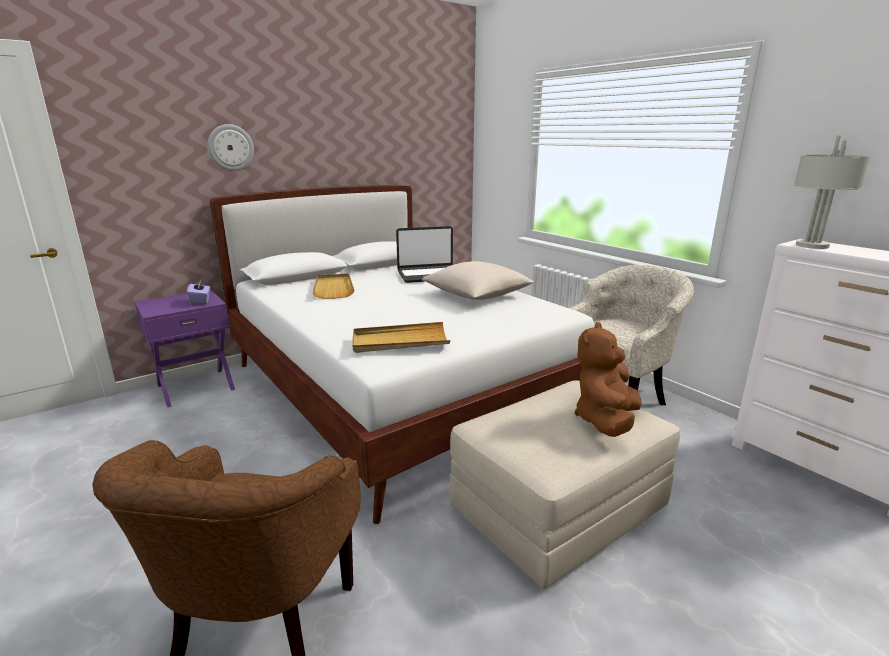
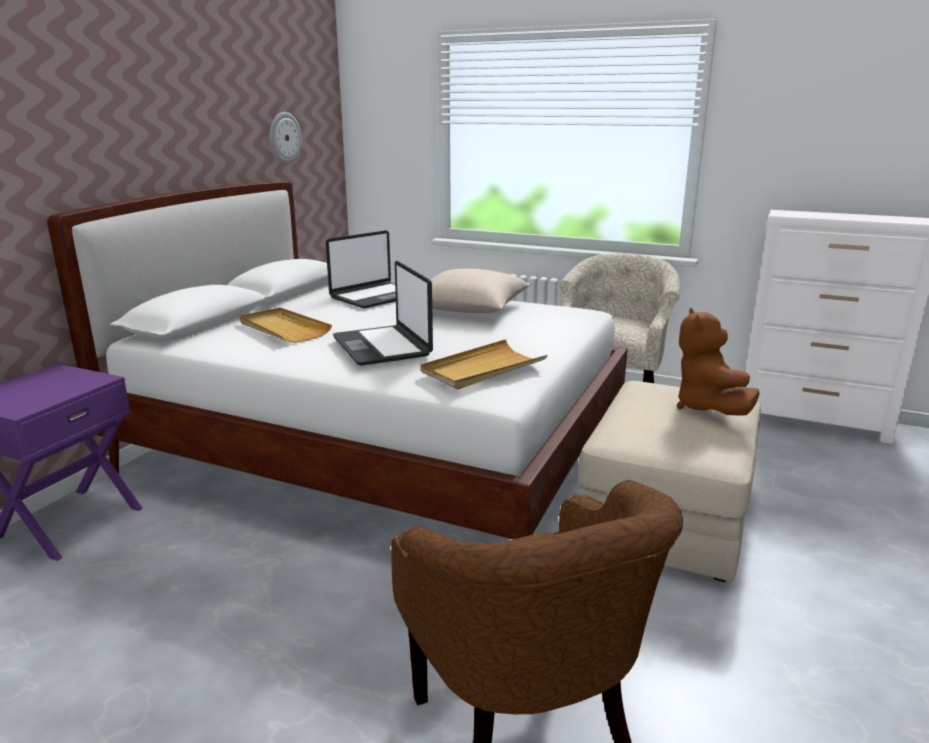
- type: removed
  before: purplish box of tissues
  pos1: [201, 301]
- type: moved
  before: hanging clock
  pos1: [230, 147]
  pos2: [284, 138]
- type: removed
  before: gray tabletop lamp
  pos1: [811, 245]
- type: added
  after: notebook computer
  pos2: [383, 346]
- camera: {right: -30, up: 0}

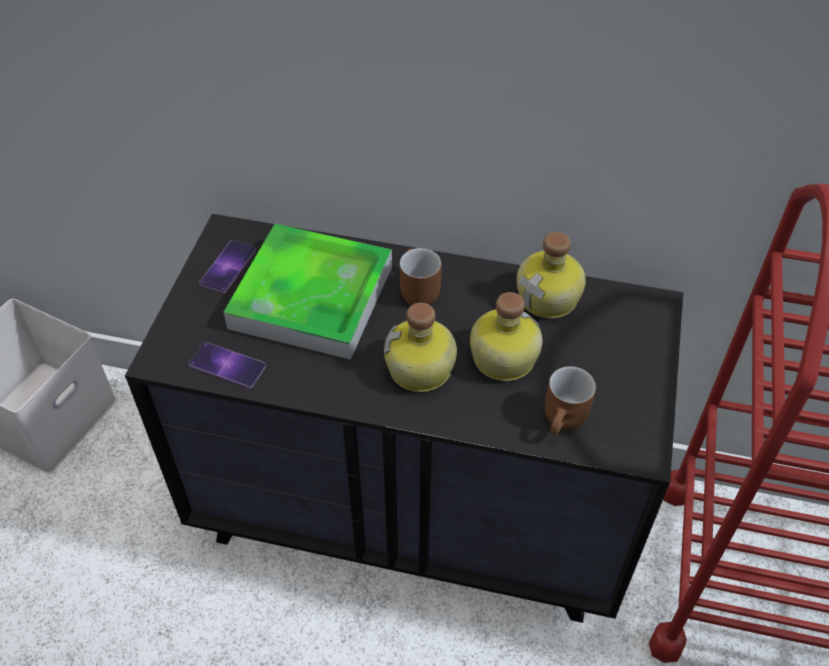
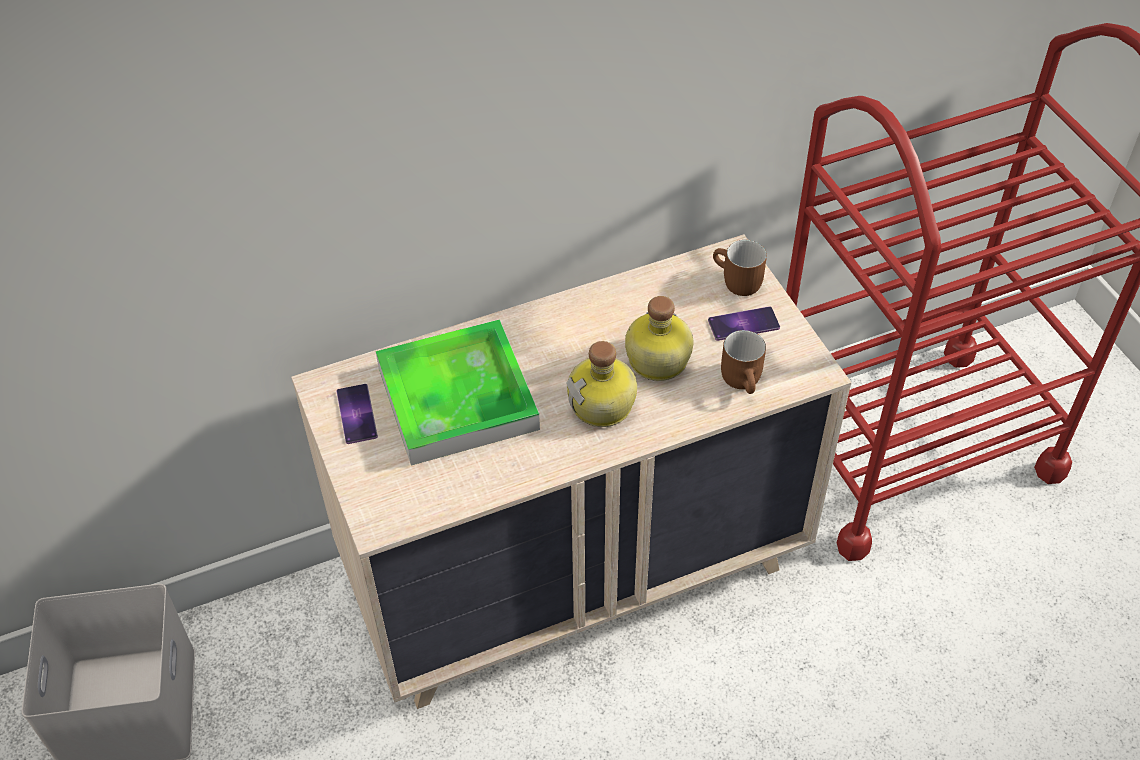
- type: recoloured
  before: black drawer chest
  after: sand-coloured drawer chest
  pos1: [415, 513]
  pos2: [575, 570]
- type: moved
  before: phone
  pos1: [227, 365]
  pos2: [743, 324]
- type: moved
  before: brown tea mug
  pos1: [415, 290]
  pos2: [735, 283]
- type: removed
  before: drink bottle
  pos1: [550, 298]
- camera: {right: -35, up: 0}

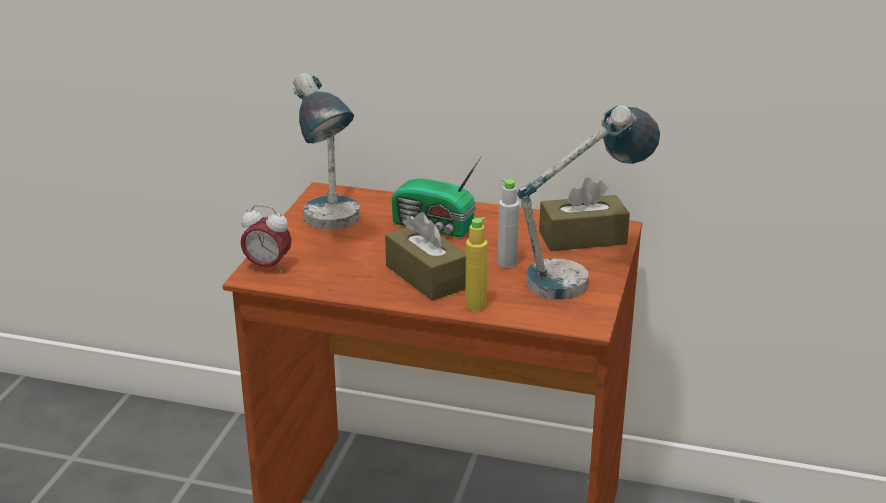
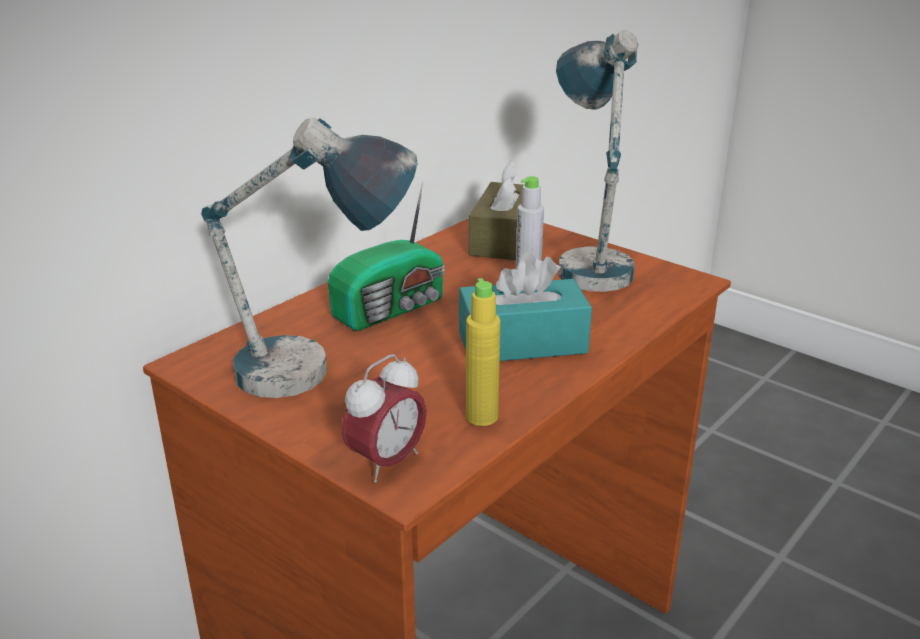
- type: recoloured
  before: brown box of tissues
  after: turquoise-coloured box of tissues
  pos1: [427, 277]
  pos2: [522, 343]
- type: moved
  before: yellow drink bottle
  pos1: [475, 305]
  pos2: [482, 417]
- camera: {right: -65, up: 0}

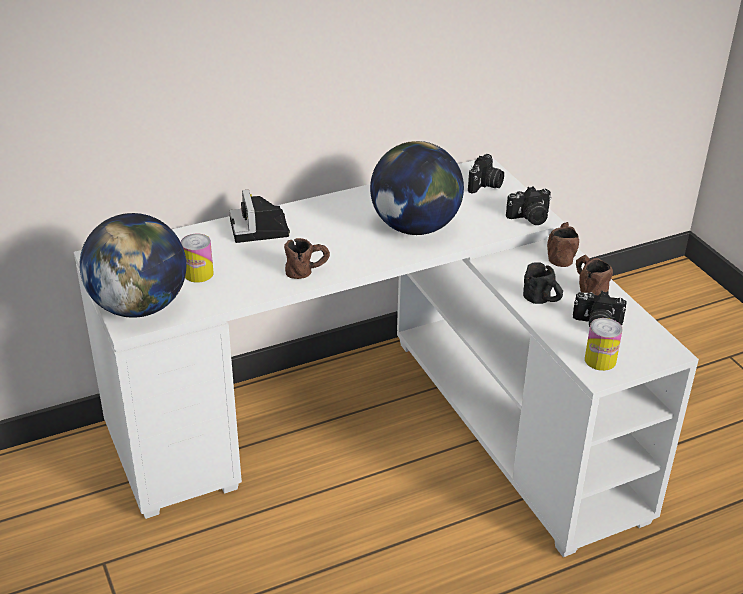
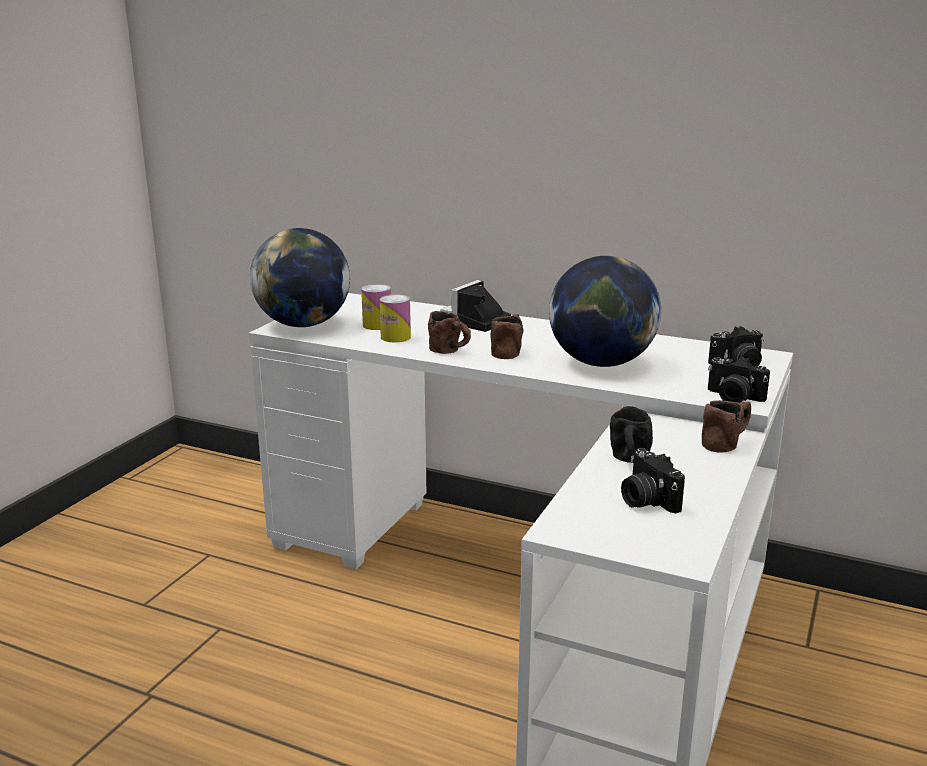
- type: moved
  before: brown tea mug
  pos1: [588, 289]
  pos2: [508, 351]
- type: moved
  before: can
  pos1: [600, 360]
  pos2: [395, 337]
- camera: {right: 50, up: -15}

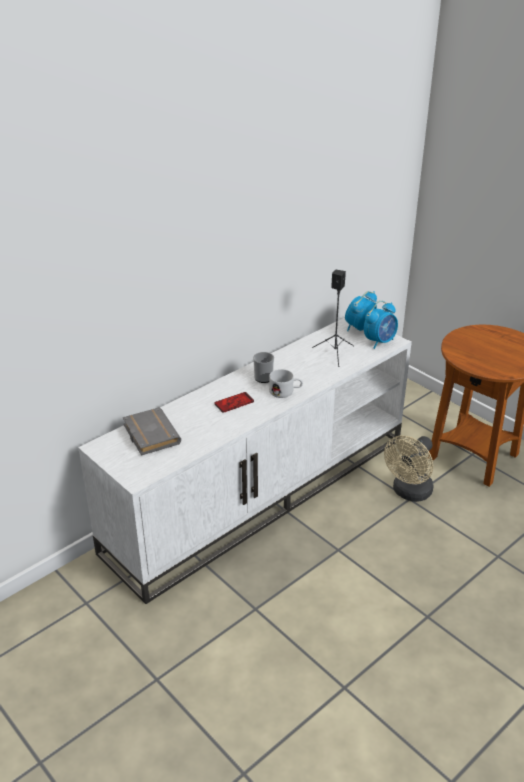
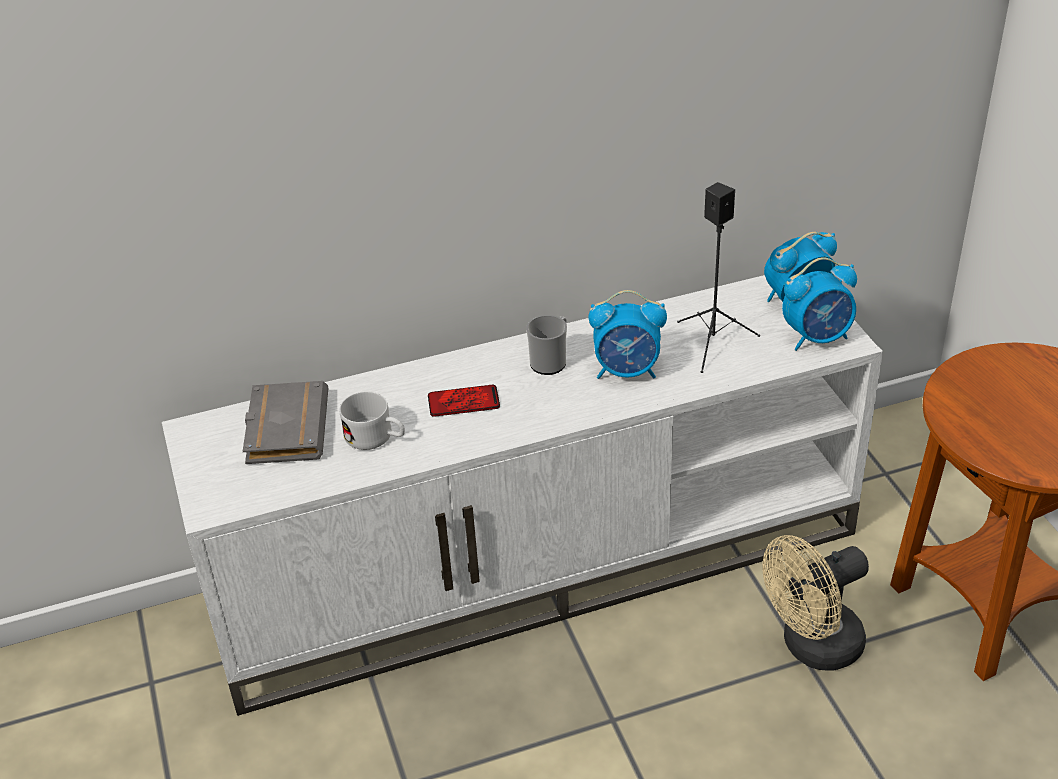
- type: moved
  before: white tea mug
  pos1: [285, 391]
  pos2: [376, 438]
- type: added
  after: bedside clock
  pos2: [627, 371]
- camera: {right: 25, up: 5}

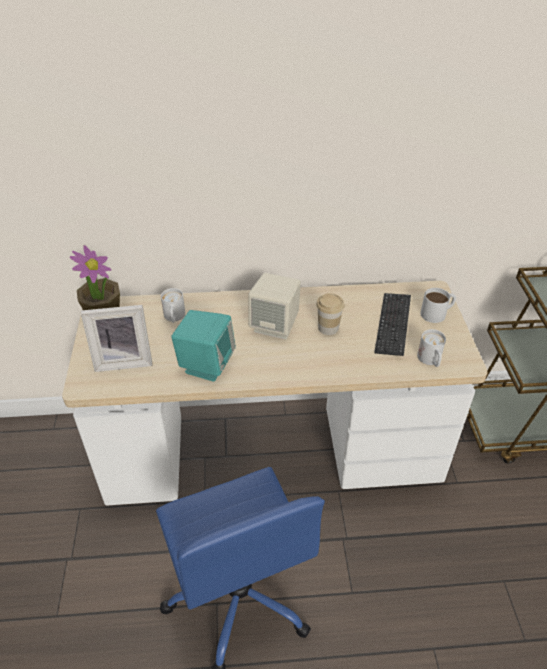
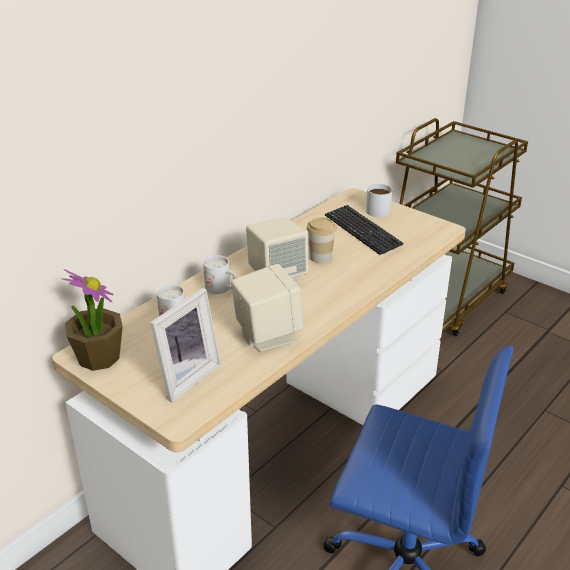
- type: recoloured
  before: turquoise-coloured loudspeaker
  after: sand-coloured loudspeaker
  pos1: [206, 364]
  pos2: [267, 335]
- type: moved
  before: white tea mug
  pos1: [430, 361]
  pos2: [222, 289]
- camera: {right: -45, up: -10}

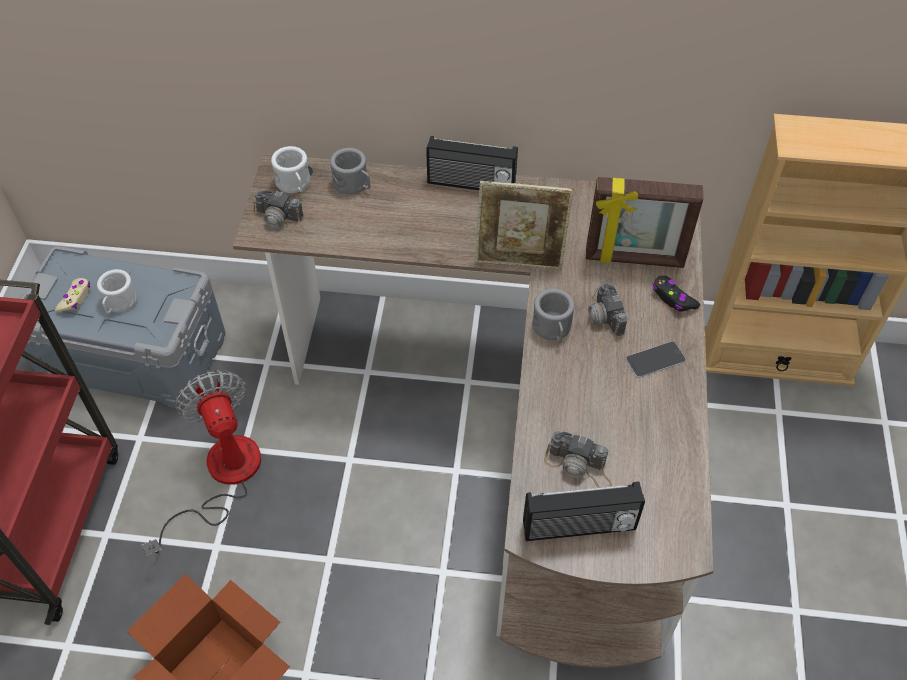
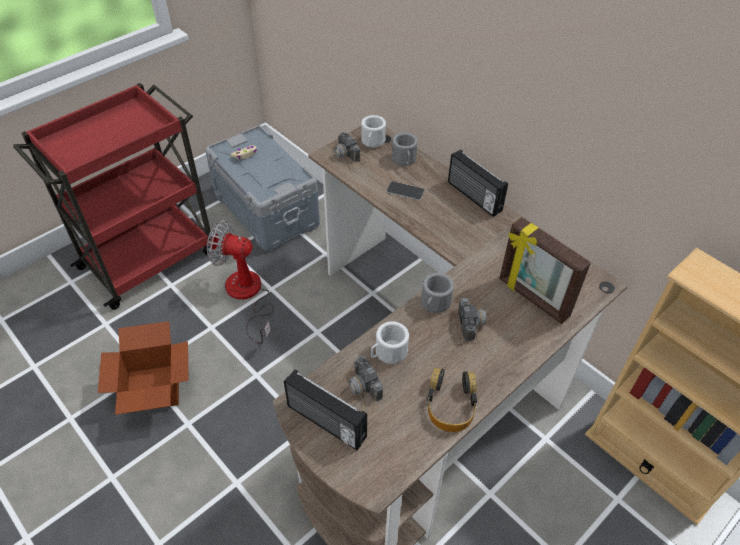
- type: moved
  before: white tea mug
  pos1: [119, 303]
  pos2: [388, 353]
- type: turned
  before: electric fan
  pos1: [222, 477]
  pos2: [247, 296]
  turn: -90
- type: removed
  before: standing frame
  pos1: [519, 262]
- type: turned
  before: still camera
  pos1: [604, 321]
  pos2: [472, 321]
  turn: 150
- type: moved
  before: phone
  pos1: [655, 359]
  pos2: [405, 191]
- type: removed
  before: black game controller
  pos1: [673, 298]
- type: added
  after: headset
  pos2: [451, 404]
- camera: {right: 40, up: -5}

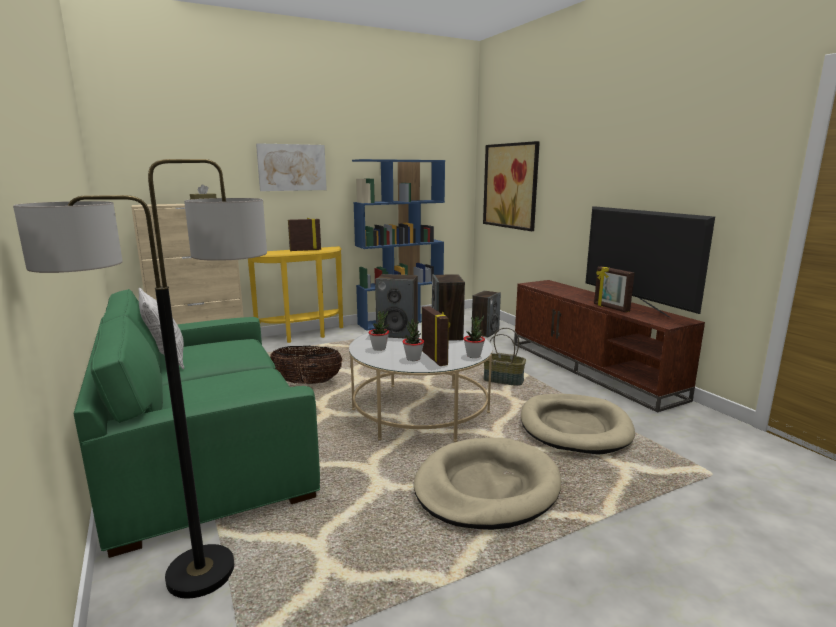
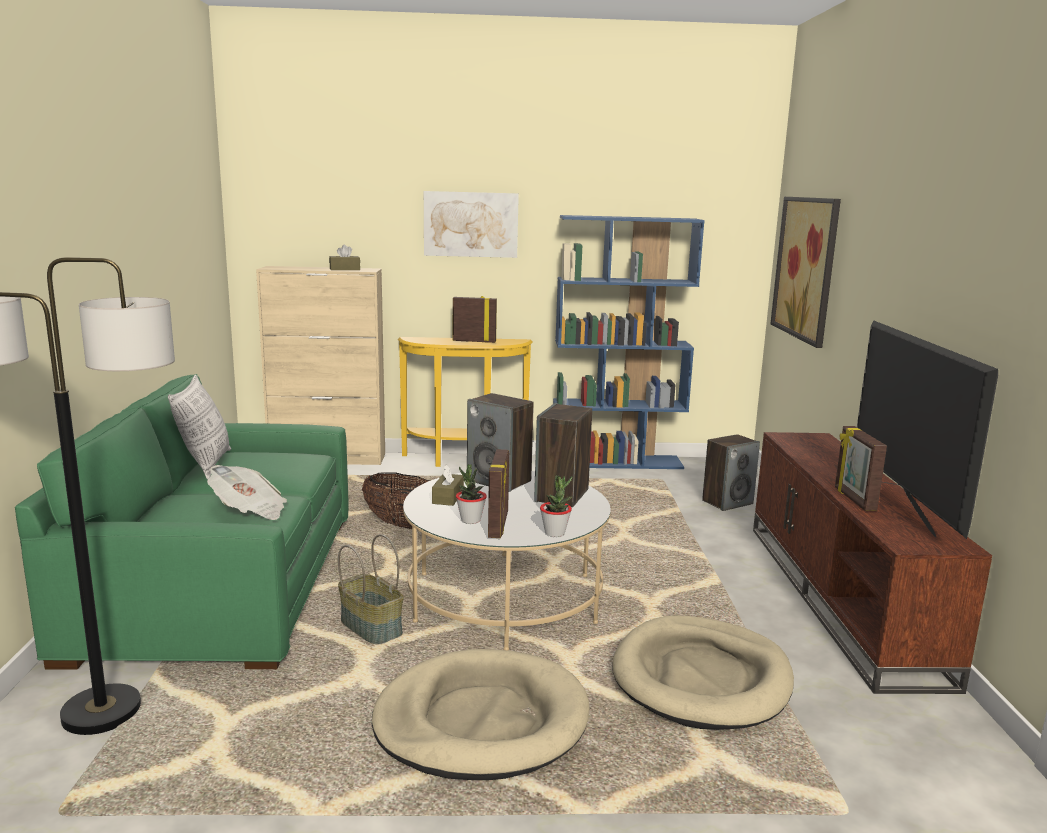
- type: replaced
  before: plant in a pot
  after: brown box of tissues
  pos1: [379, 348]
  pos2: [448, 497]
- type: moved
  before: storage basket
  pos1: [504, 380]
  pos2: [372, 627]
- type: added
  after: daily paper
  pos2: [250, 511]
- camera: {right: 25, up: 0}

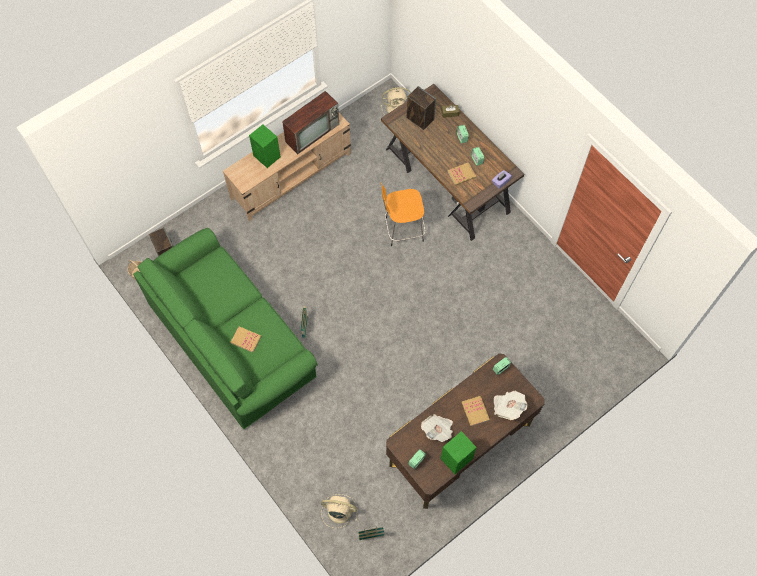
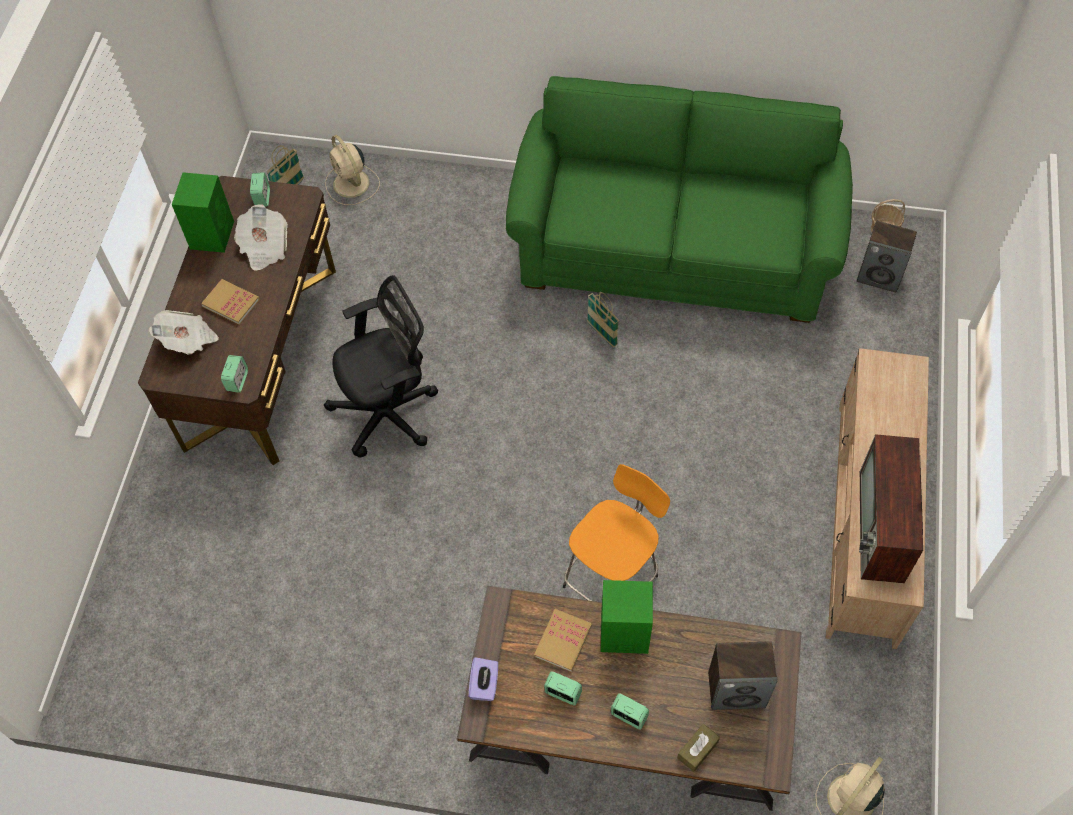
- type: removed
  before: volume
  pos1: [246, 340]
- type: moved
  before: green-coloured loudspeaker
  pos1: [267, 156]
  pos2: [622, 632]
- type: turned
  before: sand-coloured electric fan
  pos1: [338, 511]
  pos2: [352, 184]
  turn: 90
- type: added
  after: black desk chair
  pos2: [390, 412]
- camera: {right: 140, up: -5}

